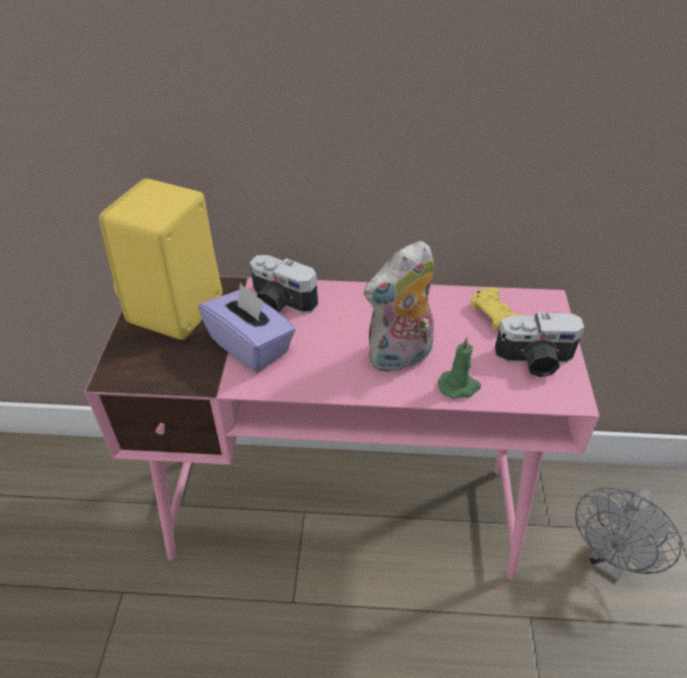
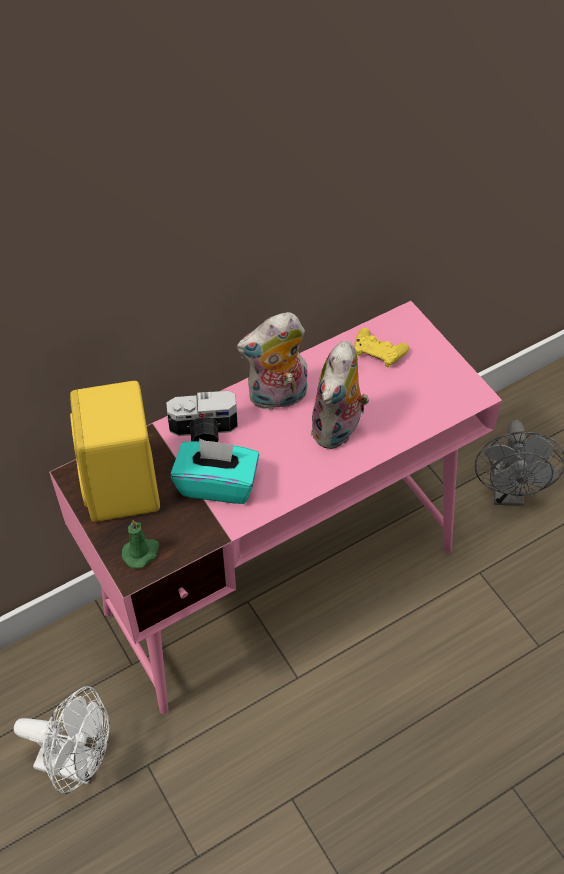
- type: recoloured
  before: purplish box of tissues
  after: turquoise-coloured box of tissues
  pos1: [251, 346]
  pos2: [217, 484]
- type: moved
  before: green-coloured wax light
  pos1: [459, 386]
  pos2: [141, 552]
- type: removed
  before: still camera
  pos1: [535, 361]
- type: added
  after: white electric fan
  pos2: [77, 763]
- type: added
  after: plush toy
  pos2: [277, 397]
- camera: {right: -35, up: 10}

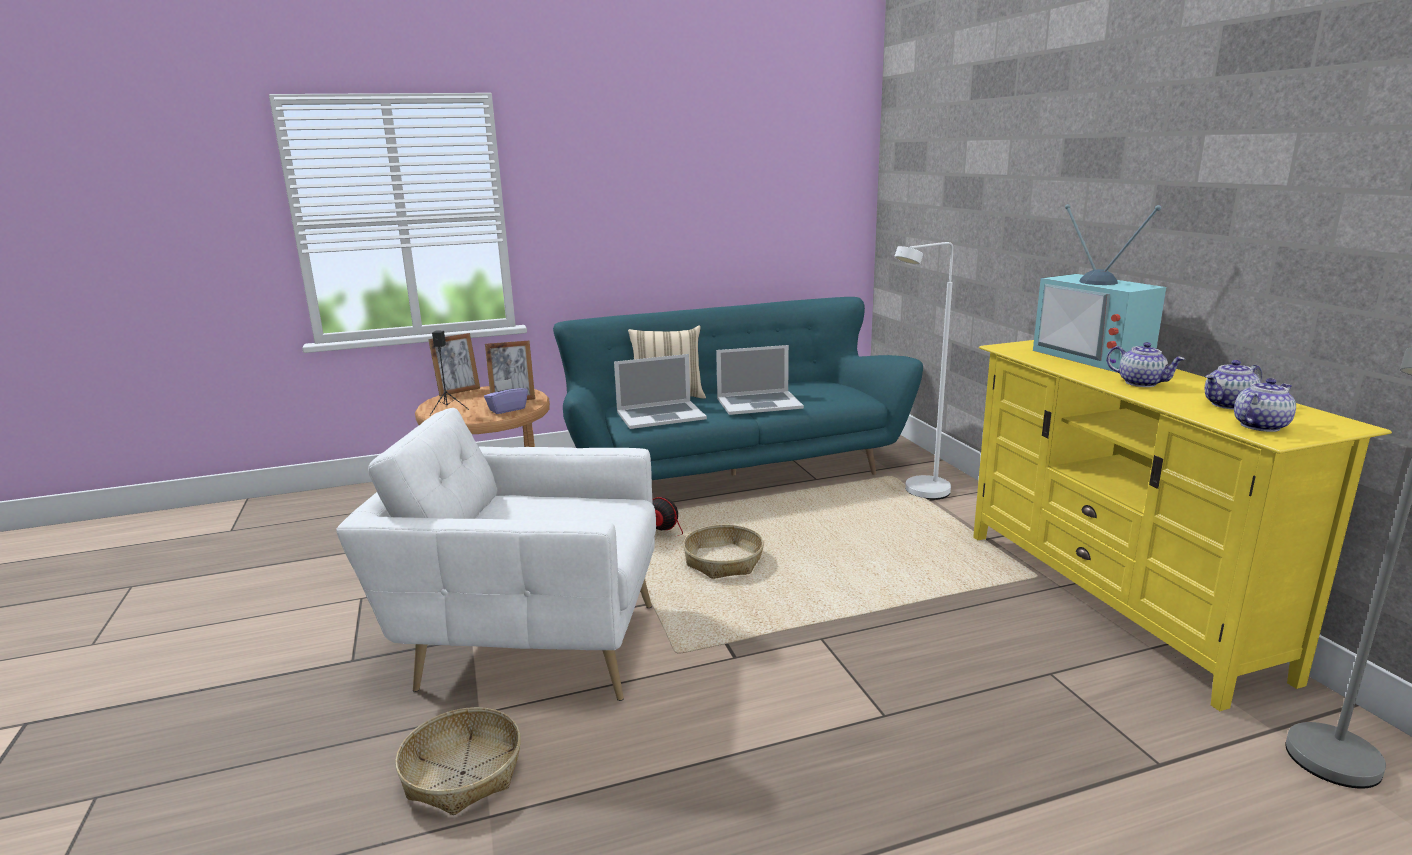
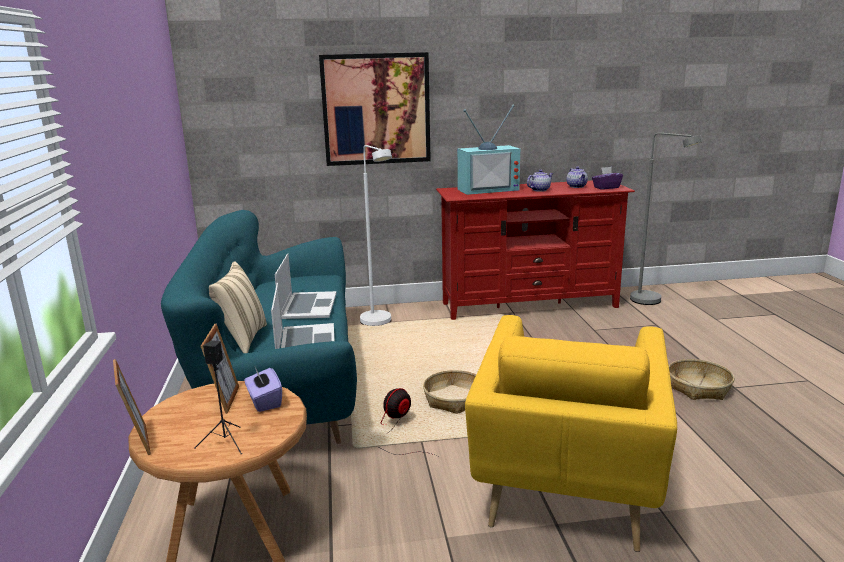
- type: recoloured
  before: white easy chair
  after: yellow easy chair
  pos1: [529, 643]
  pos2: [565, 490]
- type: moved
  before: storage basket
  pos1: [463, 773]
  pos2: [698, 387]
- type: recoloured
  before: yellow tv unit
  after: red-coloured tv unit
  pos1: [1114, 600]
  pos2: [529, 305]
- type: replaced
  before: tea pot
  after: purplish box of tissues
  pos1: [1260, 426]
  pos2: [606, 187]
- type: added
  after: wall art
  pos2: [376, 109]
- camera: {right: -80, up: 0}

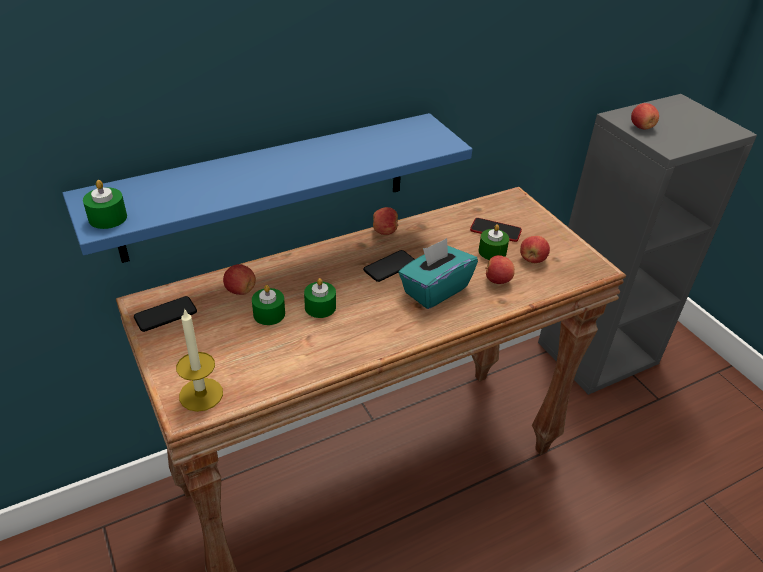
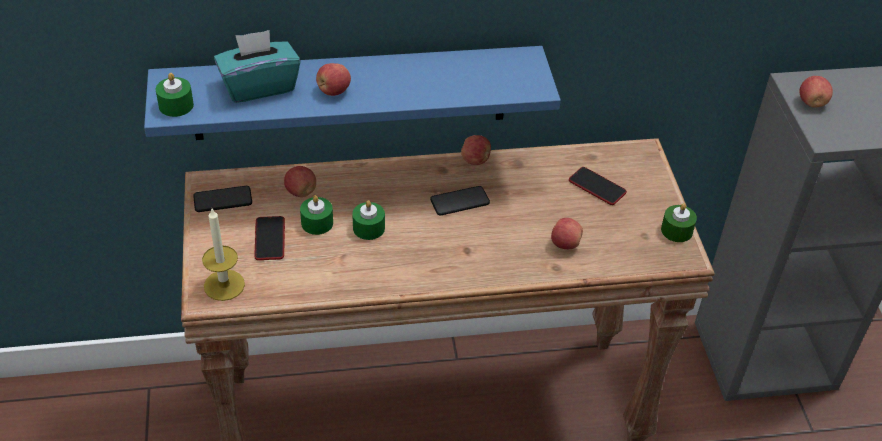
- type: moved
  before: turquoise-coloured box of tissues
  pos1: [435, 290]
  pos2: [259, 86]
- type: moved
  before: green-coloured wax light
  pos1: [492, 252]
  pos2: [676, 230]
- type: moved
  before: apple
  pos1: [532, 259]
  pos2: [333, 91]
- type: added
  after: phone
  pos2: [269, 239]
- camera: {right: 20, up: 5}

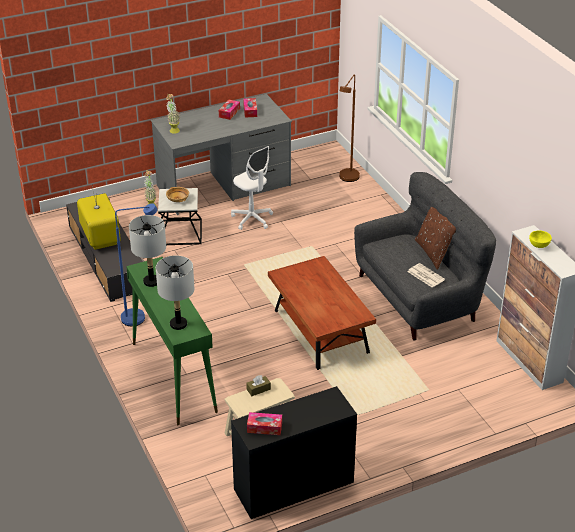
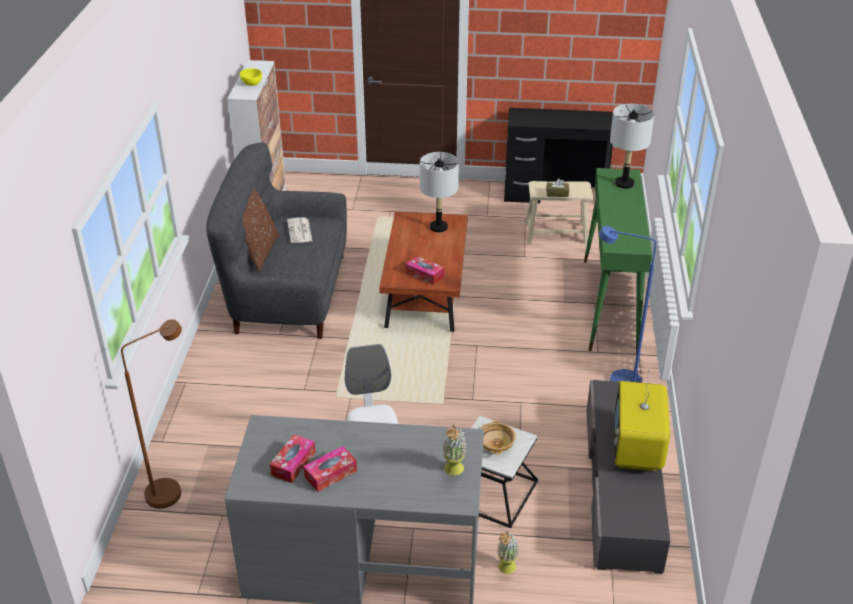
- type: moved
  before: gray tabletop lamp
  pos1: [151, 281]
  pos2: [438, 227]
- type: moved
  before: box of tissues
  pos1: [264, 427]
  pos2: [425, 275]
- camera: {right: -150, up: 0}

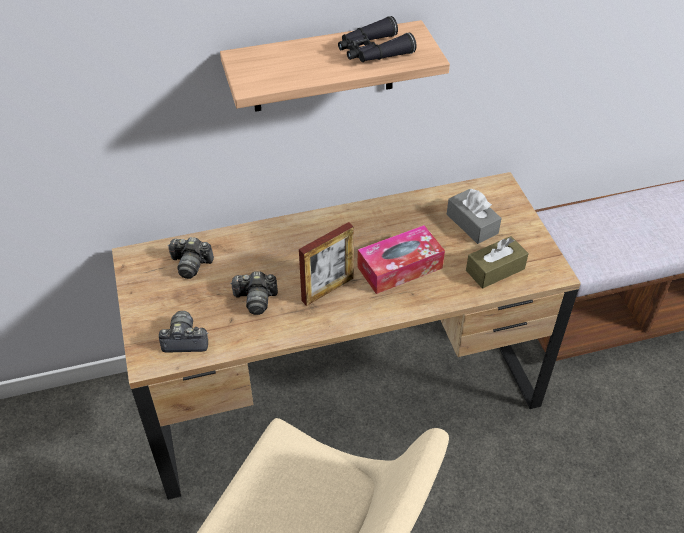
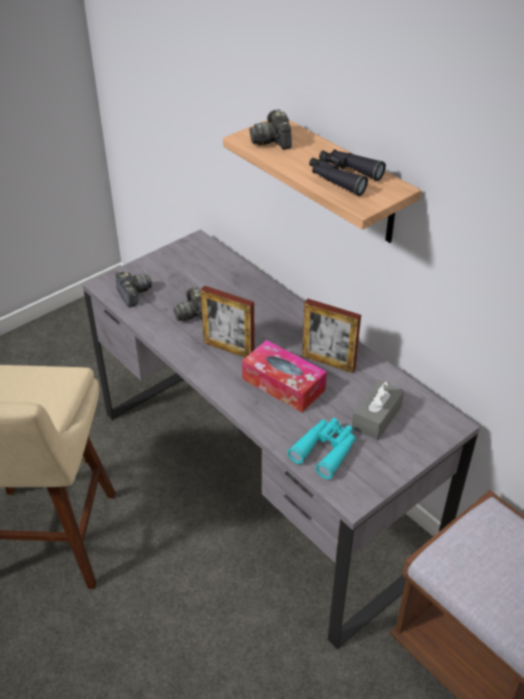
- type: recoloured
  before: brown desk table
  after: gray desk table
  pos1: [342, 390]
  pos2: [262, 480]
- type: moved
  before: still camera
  pos1: [191, 264]
  pos2: [272, 141]
- type: replaced
  before: brown box of tissues
  after: turquoise-coloured binoculars
  pos1: [495, 269]
  pos2: [325, 450]
- type: added
  after: standing frame
  pos2: [328, 362]
- camera: {right: 65, up: -5}

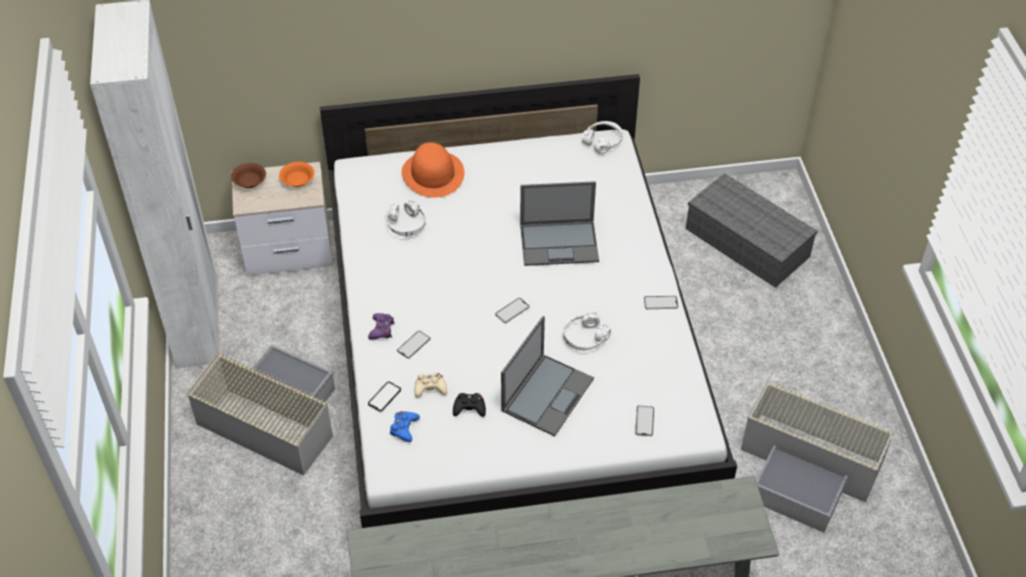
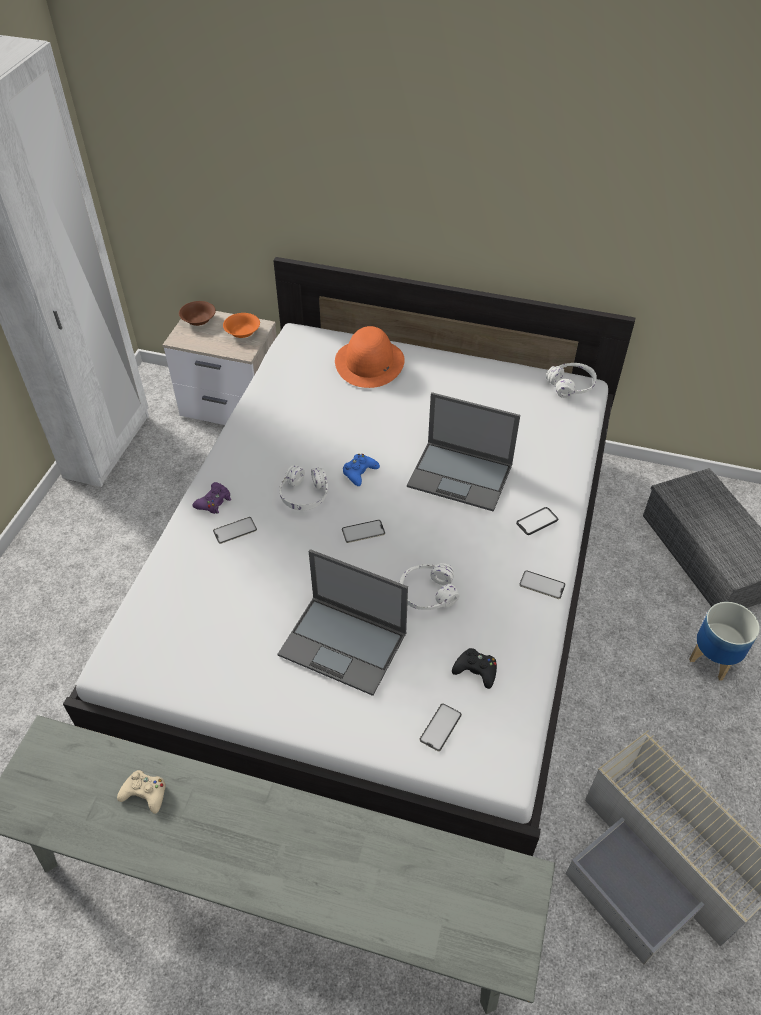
- type: removed
  before: gray storage box
  pos1: [271, 417]
- type: moved
  before: phone
  pos1: [384, 397]
  pos2: [537, 521]
- type: moved
  before: white headset
  pos1: [406, 224]
  pos2: [304, 495]
- type: moved
  before: blue-coloured game controller
  pos1: [404, 428]
  pos2: [359, 472]
- type: moved
  before: sand-coloured game controller
  pos1: [430, 388]
  pos2: [145, 793]
- type: moved
  before: black game controller
  pos1: [469, 408]
  pos2: [476, 670]
- type: turned
  before: notebook computer
  pos1: [548, 394]
  pos2: [344, 644]
  turn: 60
- type: added
  after: flower pot
  pos2: [712, 658]
- camera: {right: 25, up: 0}

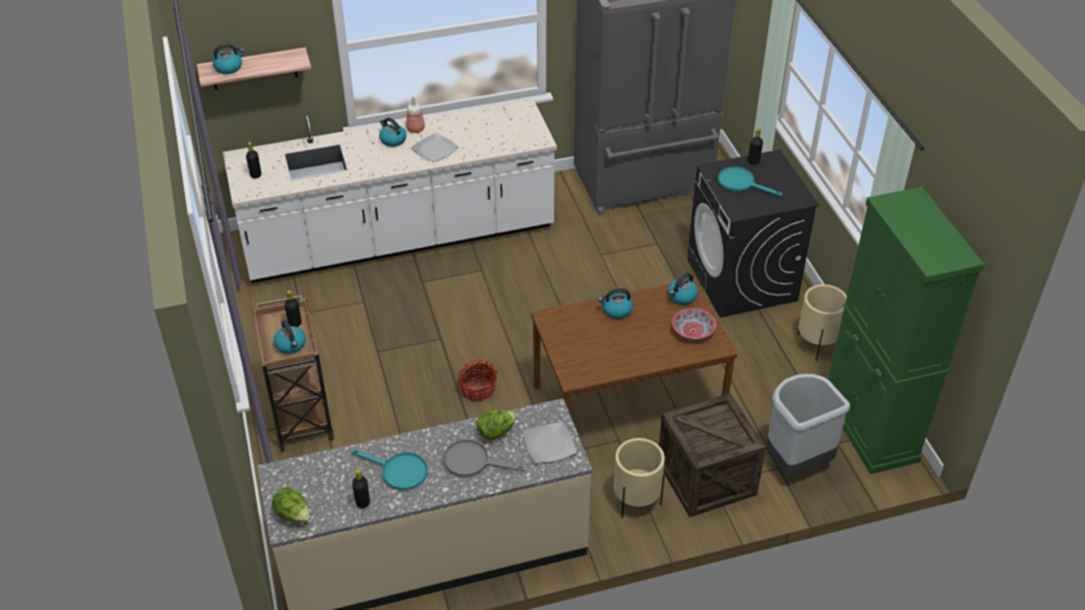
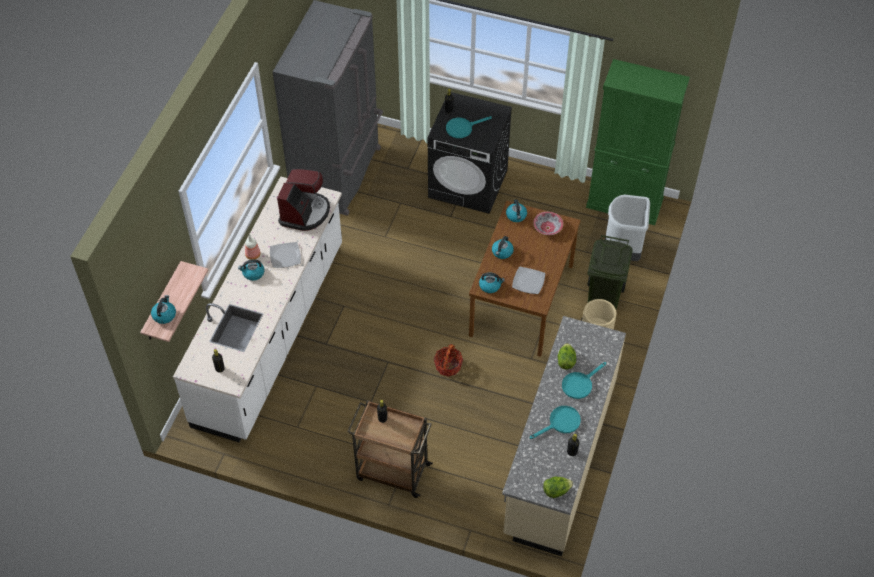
- type: moved
  before: tea kettle
  pos1: [291, 345]
  pos2: [490, 286]
- type: recoloured
  before: gray frying pan
  after: turquoise-coloured frying pan
  pos1: [473, 461]
  pos2: [580, 384]
- type: moved
  before: dinner plate
  pos1: [550, 445]
  pos2: [528, 281]
- type: replaced
  before: shipping crate
  after: green-coloured waste bin
  pos1: [706, 478]
  pos2: [603, 297]
- type: removed
  before: sand-coloured flower pot
  pos1: [816, 345]
- type: added
  after: coffee machine
  pos2: [305, 212]
- camera: {right: -55, up: 10}

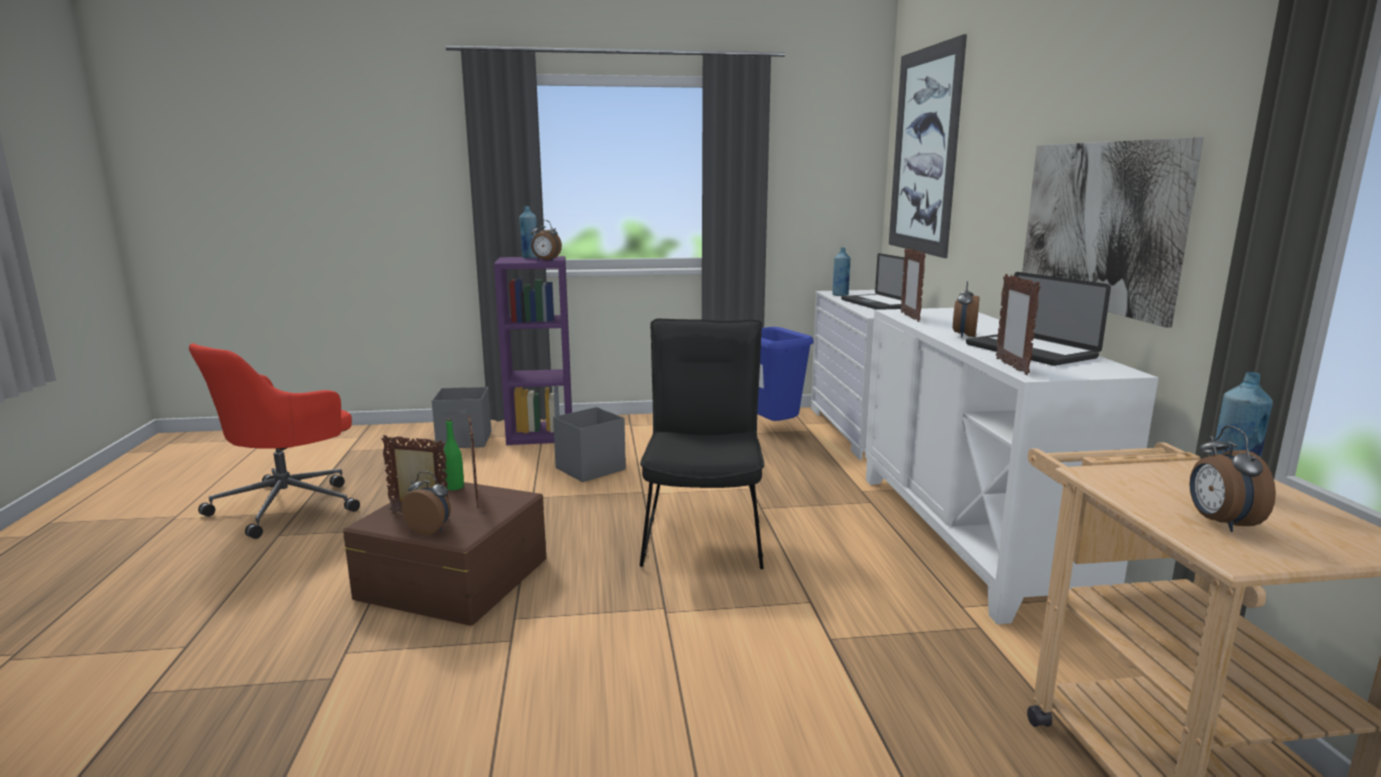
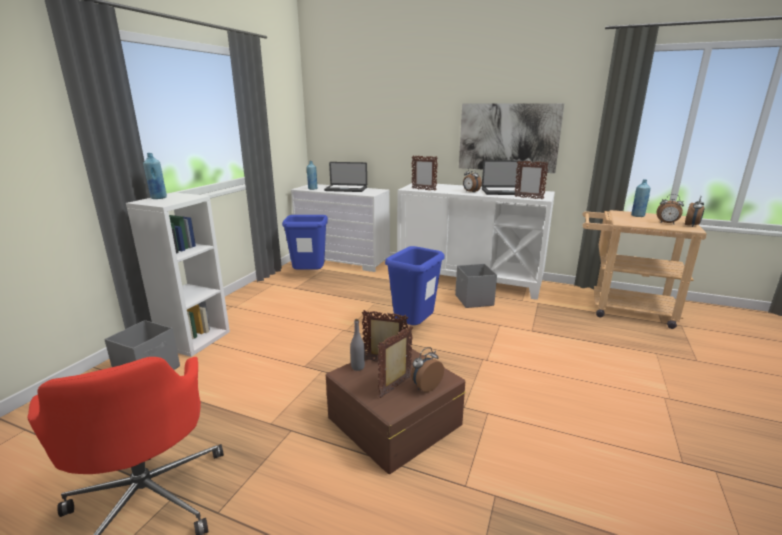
- type: recoloured
  before: green-coloured drink bottle
  after: gray drink bottle
  pos1: [454, 487]
  pos2: [358, 367]
- type: recoloured
  before: purplish shelving unit
  after: white shelving unit
  pos1: [541, 434]
  pos2: [194, 339]
- type: moved
  before: bedside clock
  pos1: [545, 260]
  pos2: [692, 225]
- type: moved
  before: gray storage box
  pos1: [589, 469]
  pos2: [474, 300]
- type: replaced
  before: black chair
  after: blue-coloured waste bin
  pos1: [704, 533]
  pos2: [414, 328]
- type: removed
  before: wall art
  pos1: [924, 151]
- camera: {right: -60, up: 5}

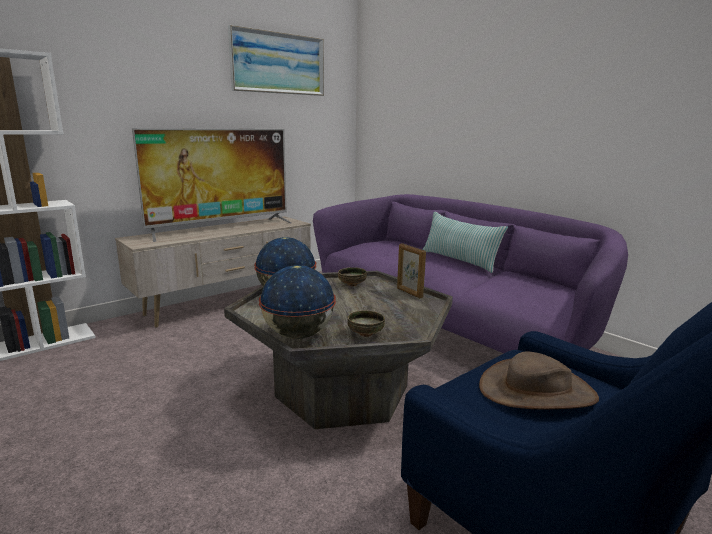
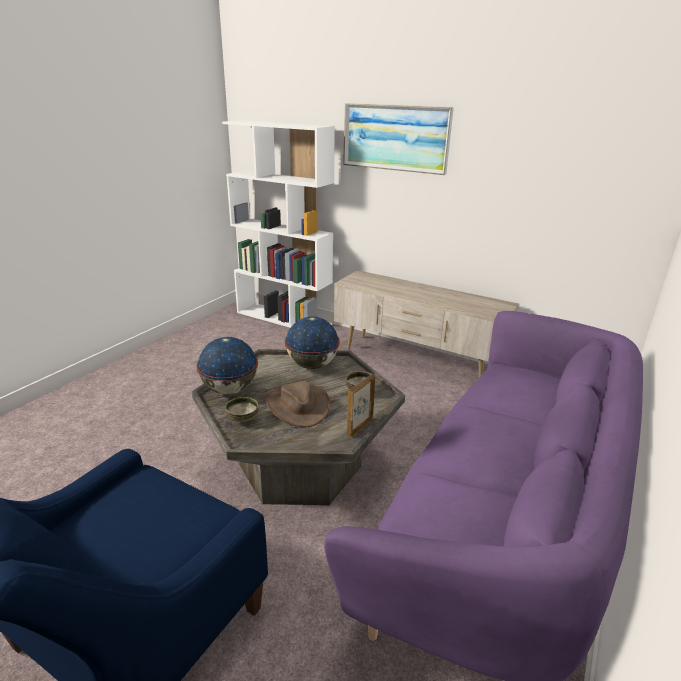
- type: removed
  before: television
  pos1: [221, 228]
- type: moved
  before: wall art
  pos1: [278, 63]
  pos2: [395, 137]
- type: removed
  before: throw pillow
  pos1: [459, 260]
- type: moved
  before: brown wearable hat
  pos1: [537, 391]
  pos2: [297, 406]
- camera: {right: 70, up: 10}

